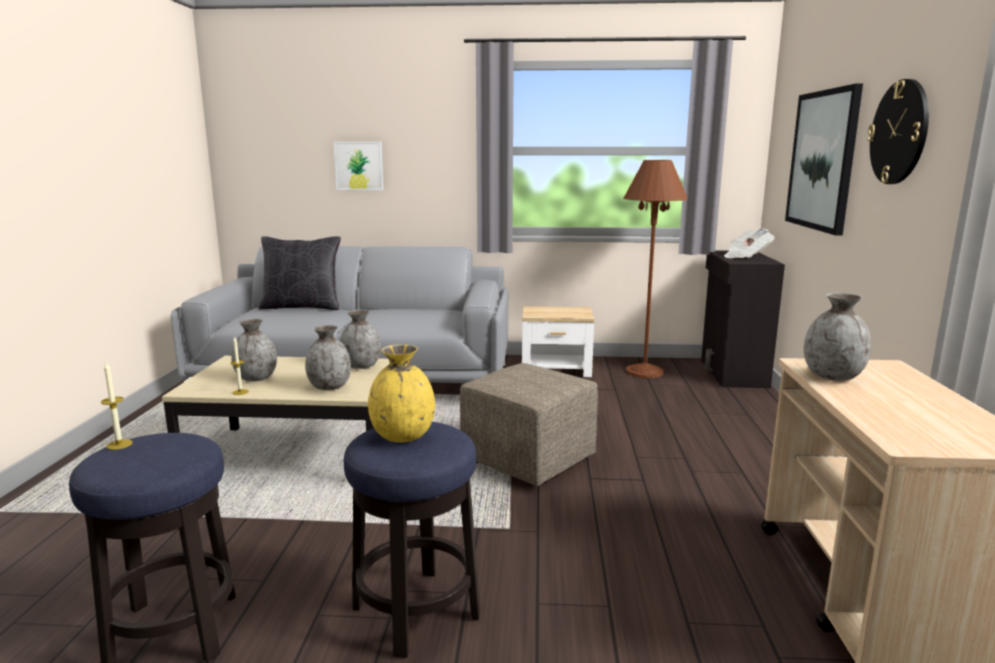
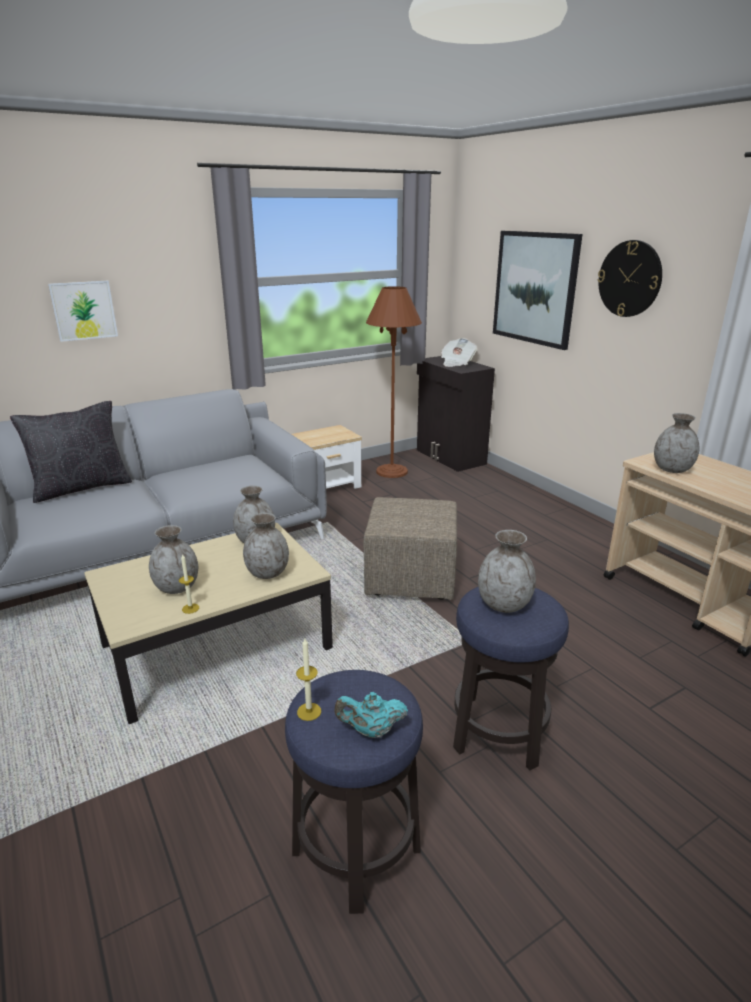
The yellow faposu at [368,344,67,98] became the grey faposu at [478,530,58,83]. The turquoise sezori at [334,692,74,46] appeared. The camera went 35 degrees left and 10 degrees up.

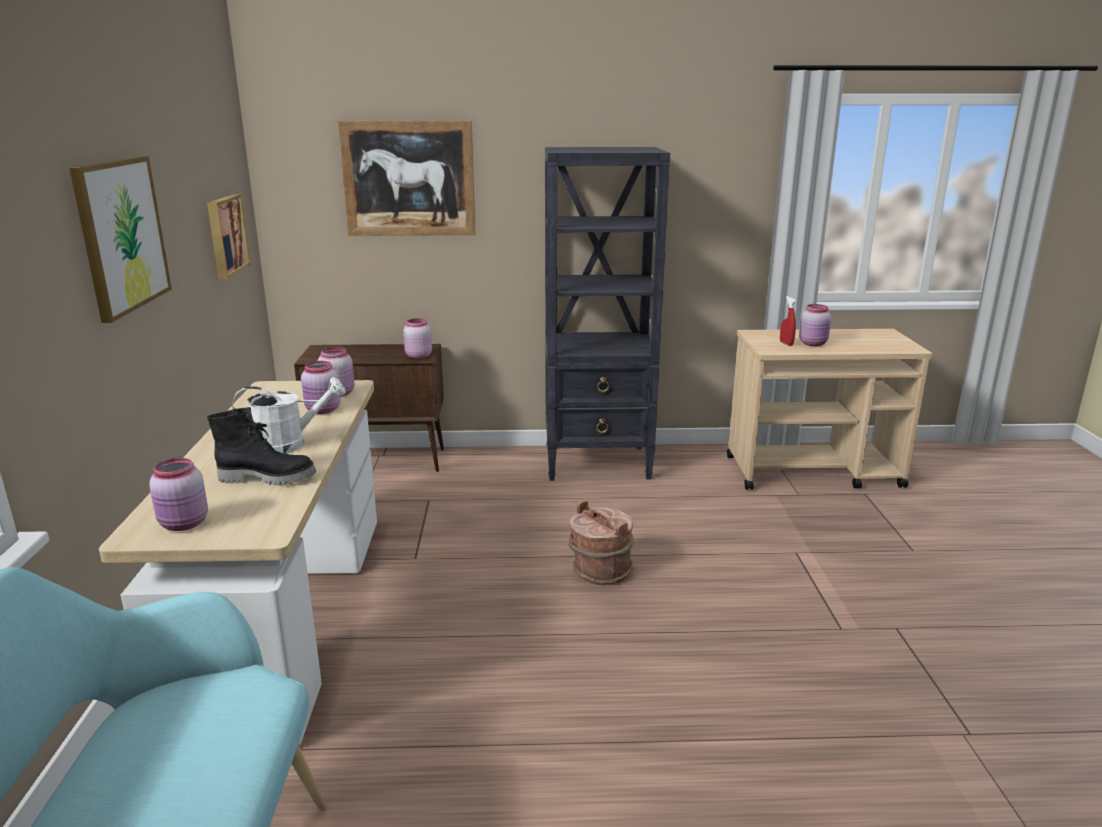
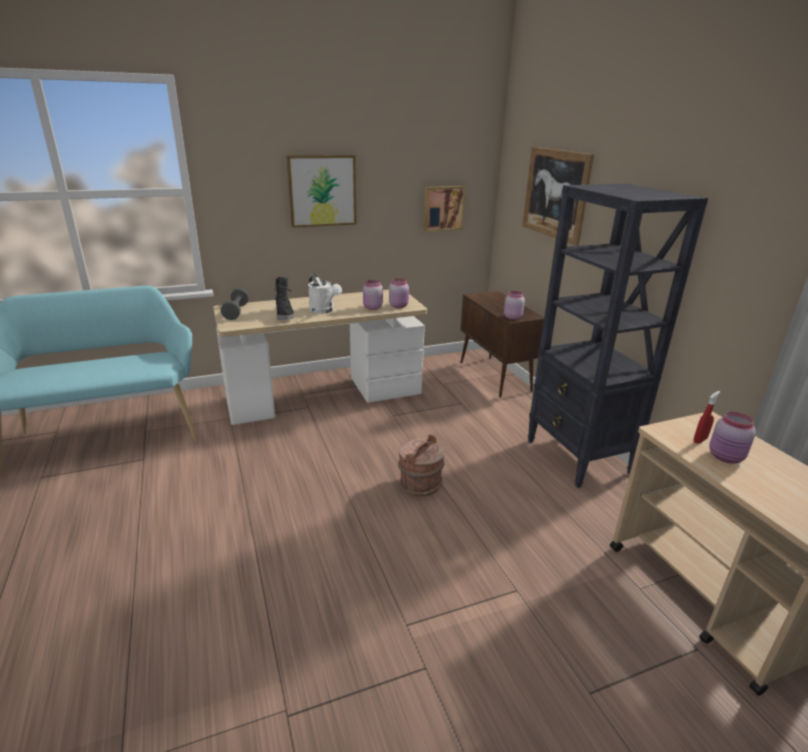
The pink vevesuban at [149,458,59,73] was replaced by the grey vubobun at [221,288,28,32]. The camera went 70 degrees right and 5 degrees up.

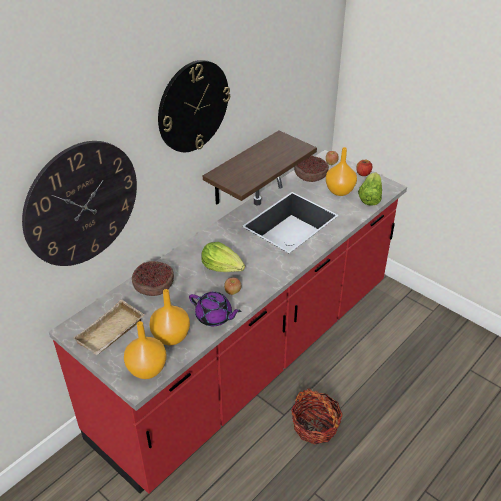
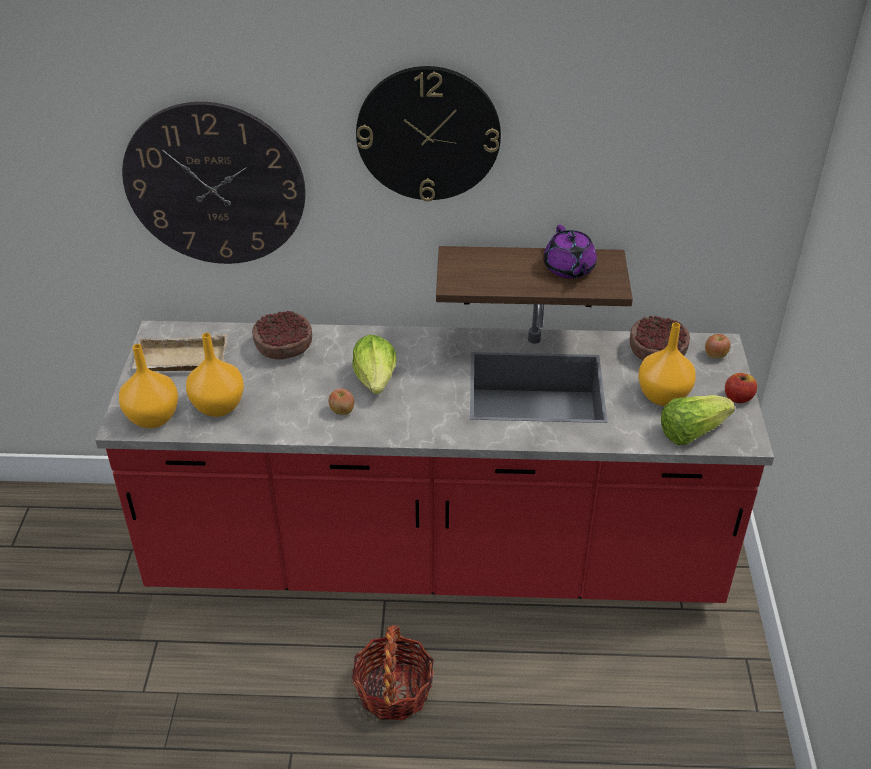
The purple sezori moved from [189,292,52,34] to [543,225,54,54]. The camera went 50 degrees right and 0 degrees up.

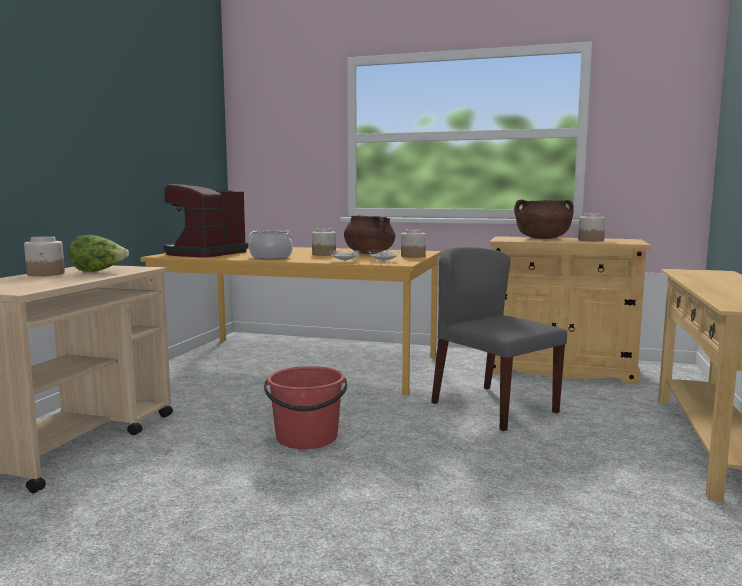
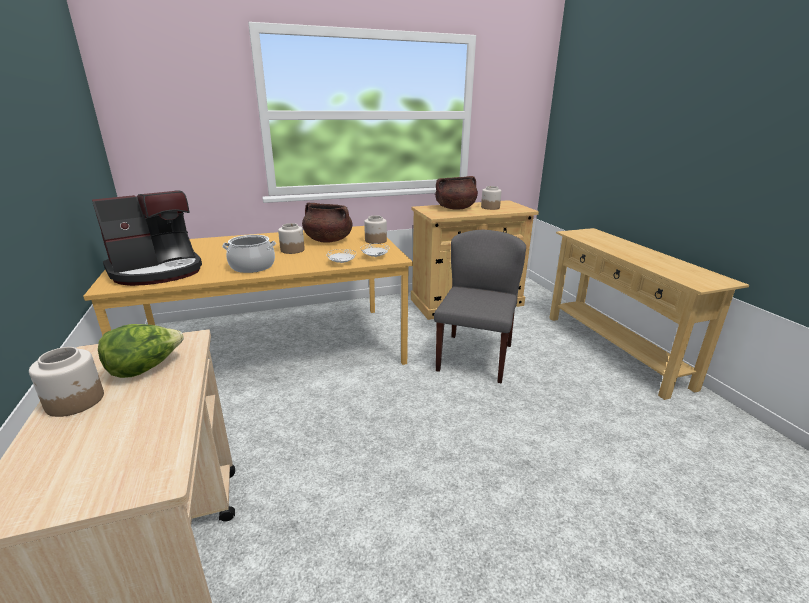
The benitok at [163,184,86,74] turned 120 degrees counterclockwise. The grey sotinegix at [431,247,136,184] turned 90 degrees clockwise. The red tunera at [264,366,83,83] disappeared. The camera went 35 degrees left and 15 degrees up.

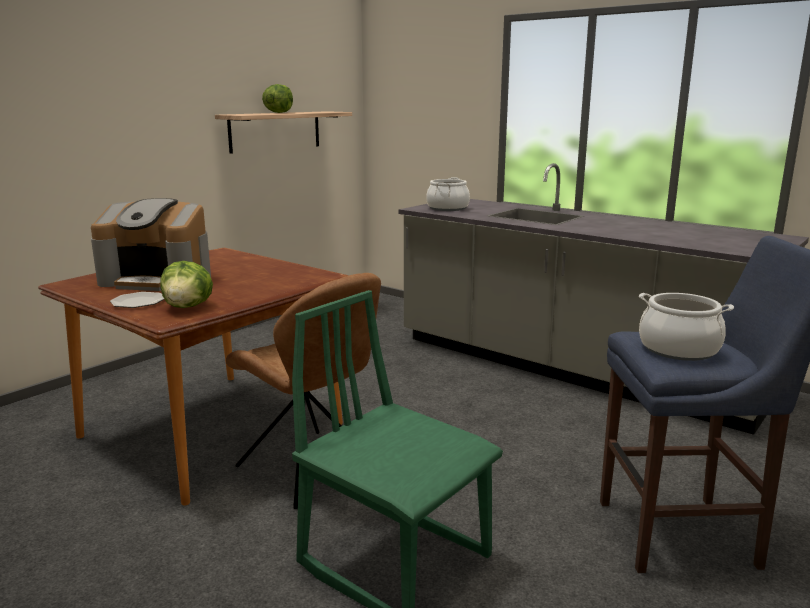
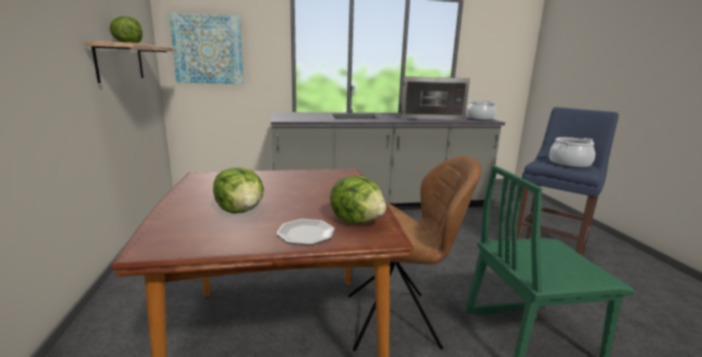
The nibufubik moved from [426,177,44,34] to [466,99,30,22]. The benitok at [91,198,120,93] was replaced by the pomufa at [213,168,51,46]. The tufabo at [169,12,75,72] appeared. The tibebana at [400,76,70,44] appeared. The camera went 50 degrees left and 0 degrees up.

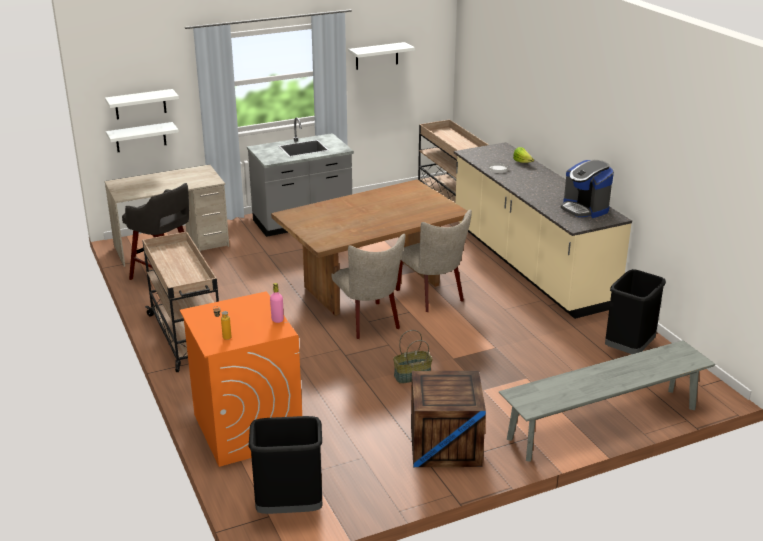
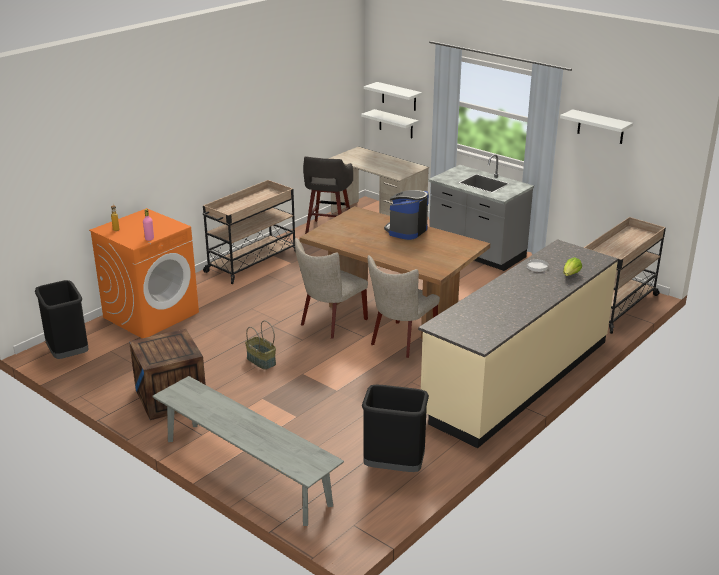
The benitok moved from [561,160,53,58] to [384,190,45,50]. The camera went 65 degrees right and 0 degrees up.

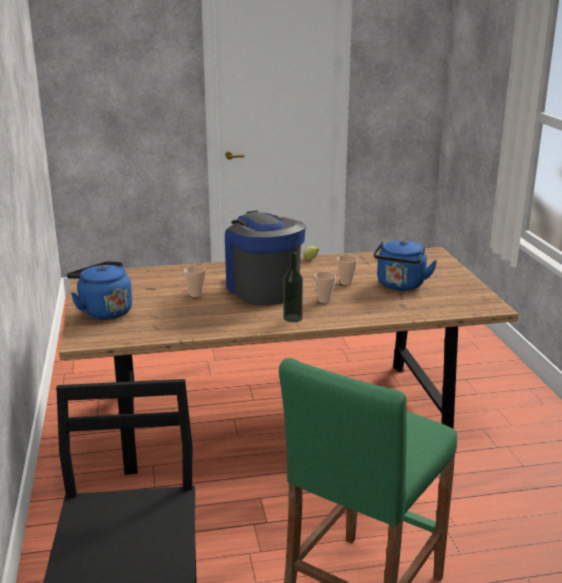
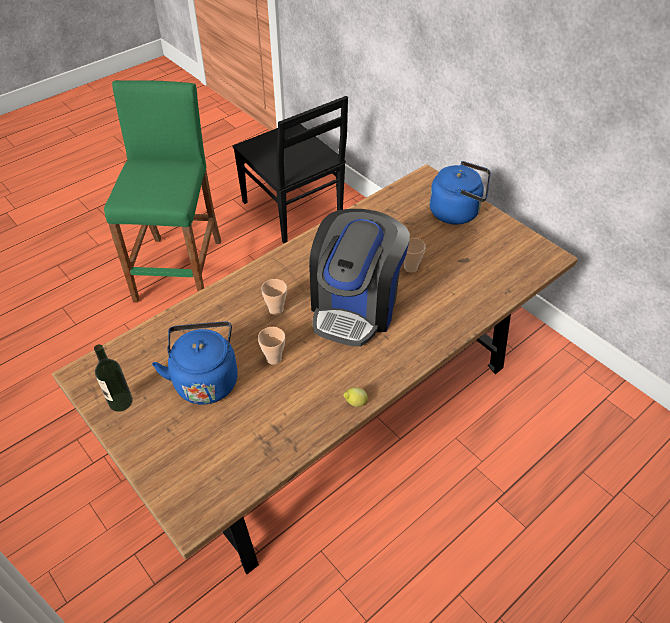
The benitok at [225,210,81,95] turned 75 degrees clockwise. The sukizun moved from [283,252,20,70] to [94,344,39,68]. The camera went 150 degrees right and 25 degrees up.

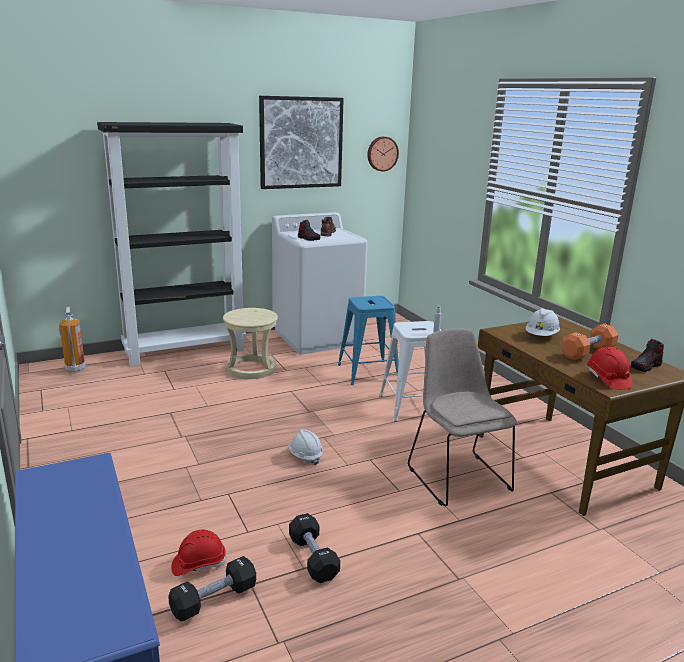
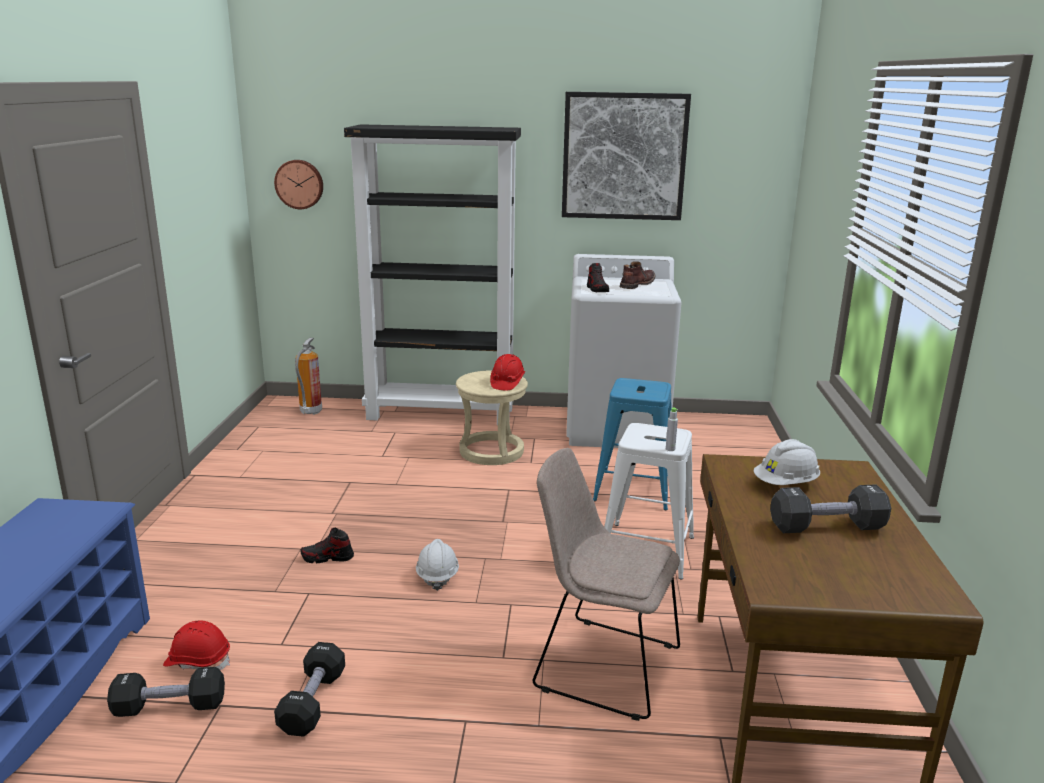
The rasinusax moved from [367,136,32,36] to [274,160,49,49]. The orange vubobun at [561,323,58,37] became the black vubobun at [770,485,121,48]. The beige sotinegix at [408,329,109,177] turned 75 degrees counterclockwise. The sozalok moved from [631,339,33,33] to [300,528,54,35]. The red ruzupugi moved from [587,347,46,43] to [490,354,35,37]. The camera went 30 degrees right and 0 degrees up.

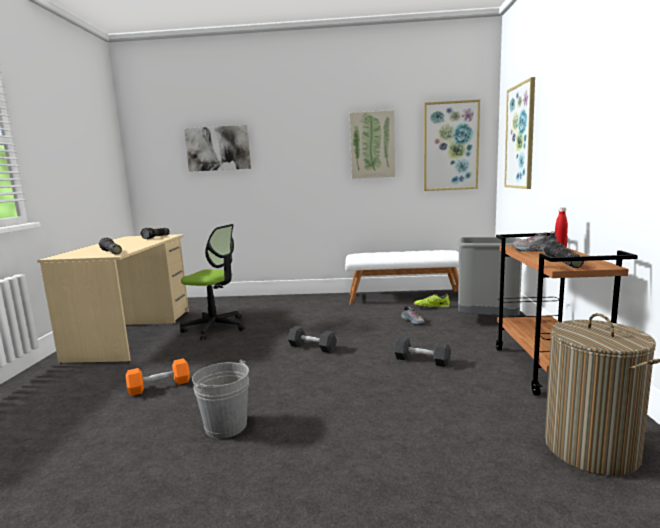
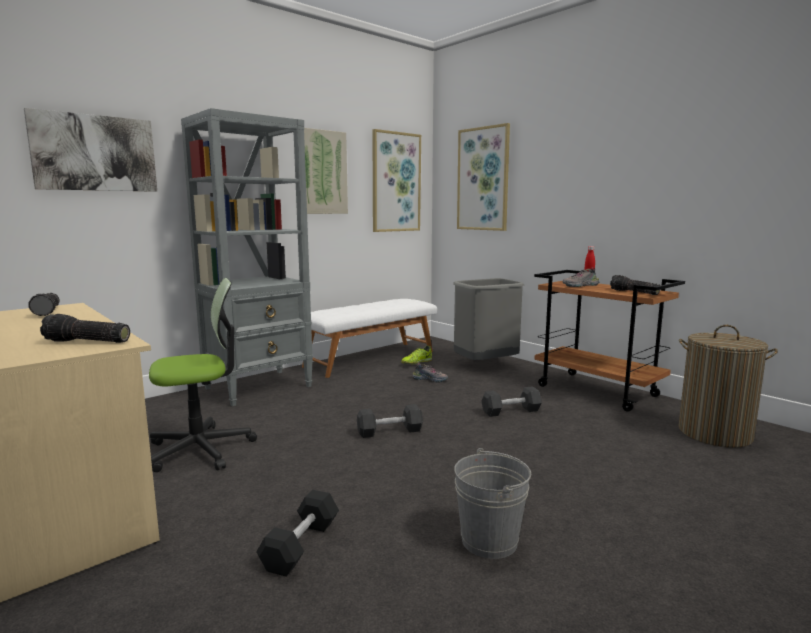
The orange vubobun at [126,358,64,38] became the black vubobun at [256,490,83,86]. The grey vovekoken at [181,108,132,298] appeared. The camera went 45 degrees left and 0 degrees up.

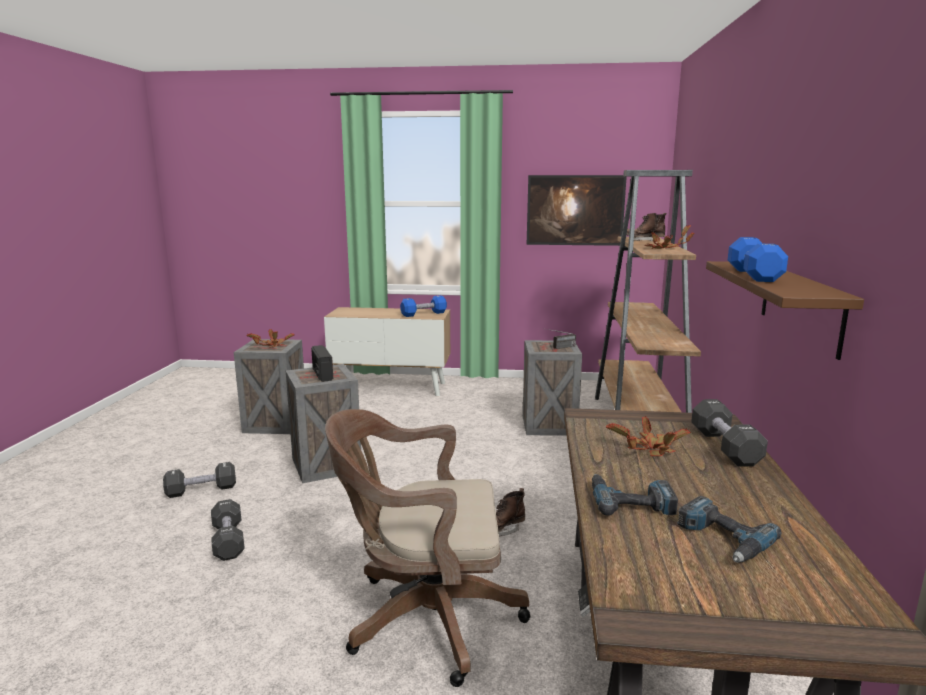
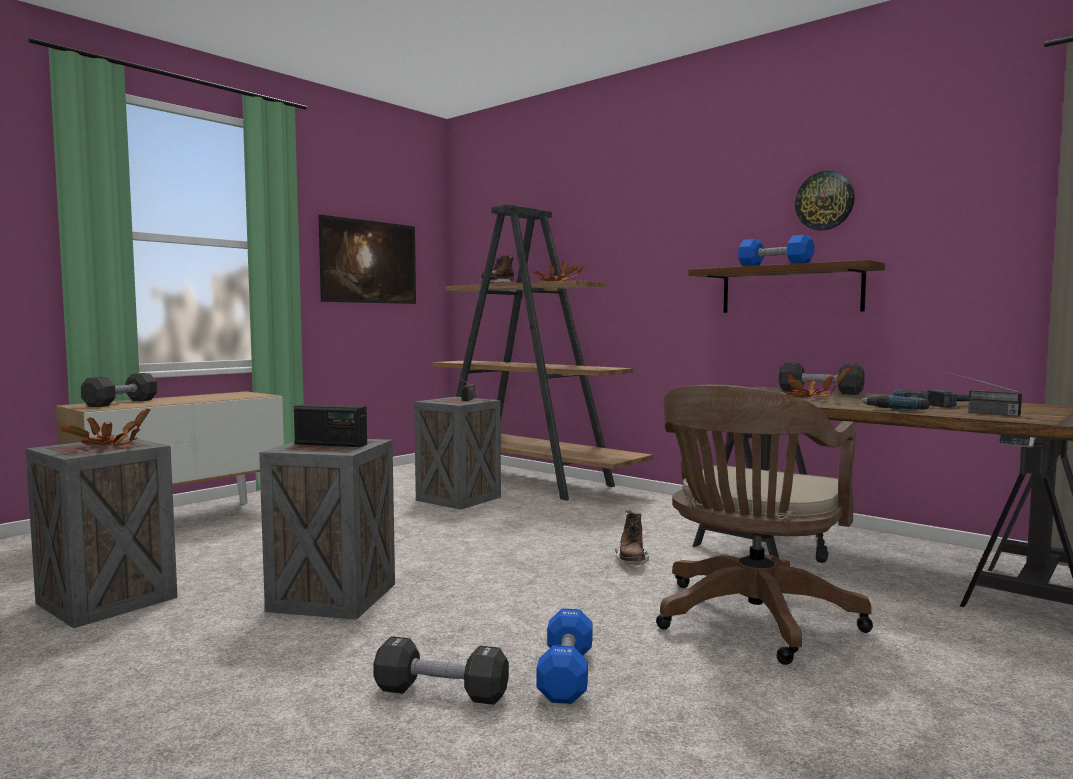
The blue vubobun moved from [400,295,47,22] to [537,608,56,96]. The black vubobun moved from [163,462,73,36] to [81,373,76,34]. The rasinusax at [795,171,60,59] appeared. The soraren at [947,372,75,44] appeared. The camera went 55 degrees left and 10 degrees down.

